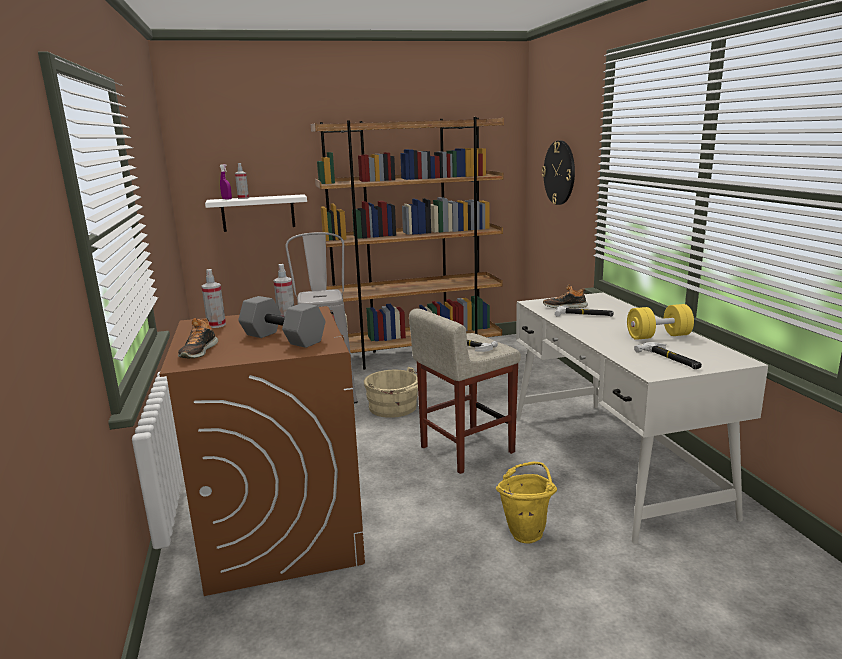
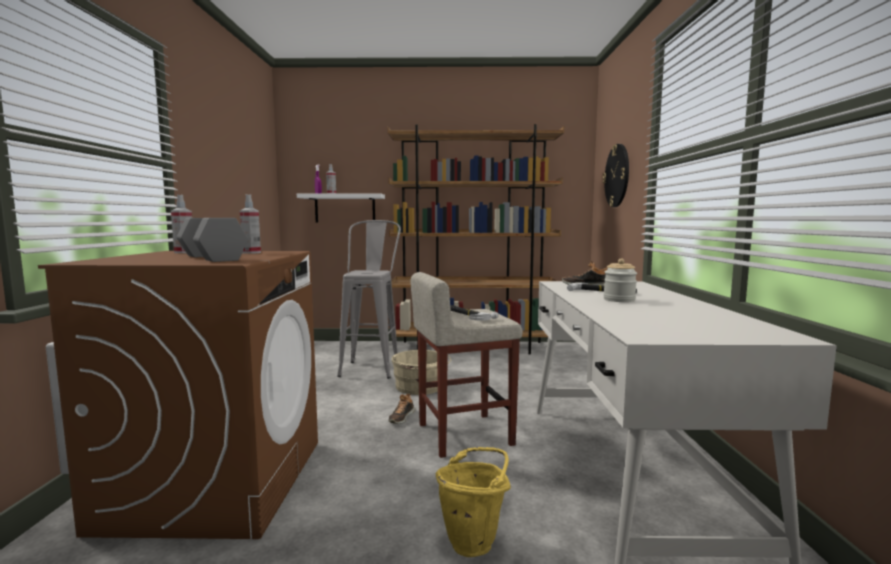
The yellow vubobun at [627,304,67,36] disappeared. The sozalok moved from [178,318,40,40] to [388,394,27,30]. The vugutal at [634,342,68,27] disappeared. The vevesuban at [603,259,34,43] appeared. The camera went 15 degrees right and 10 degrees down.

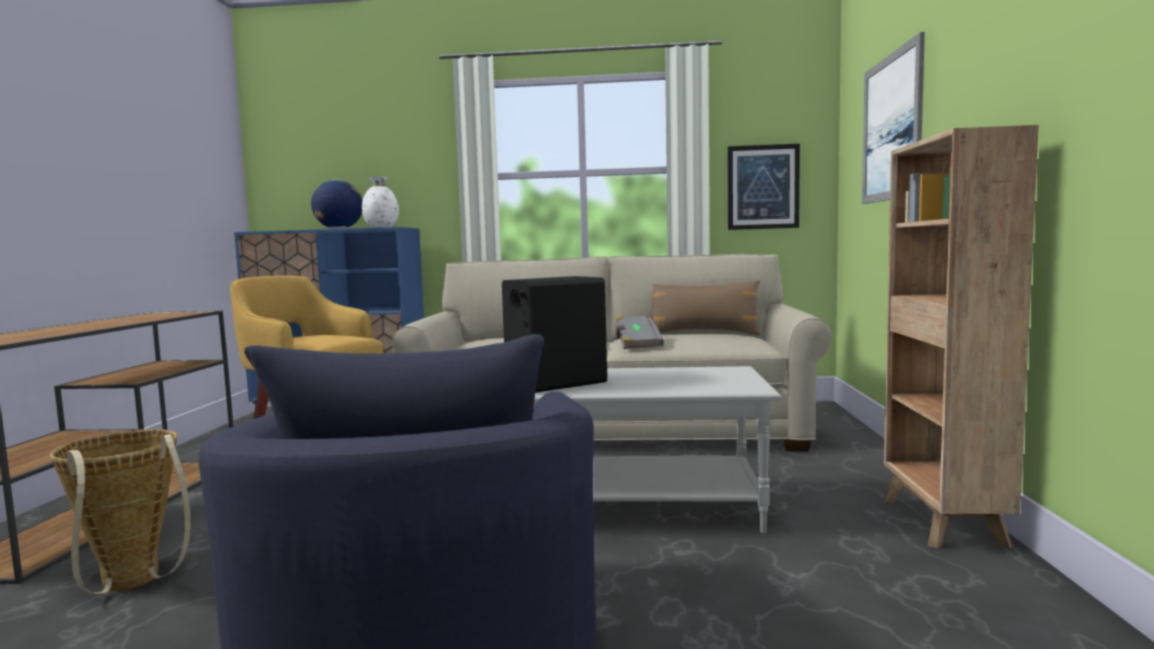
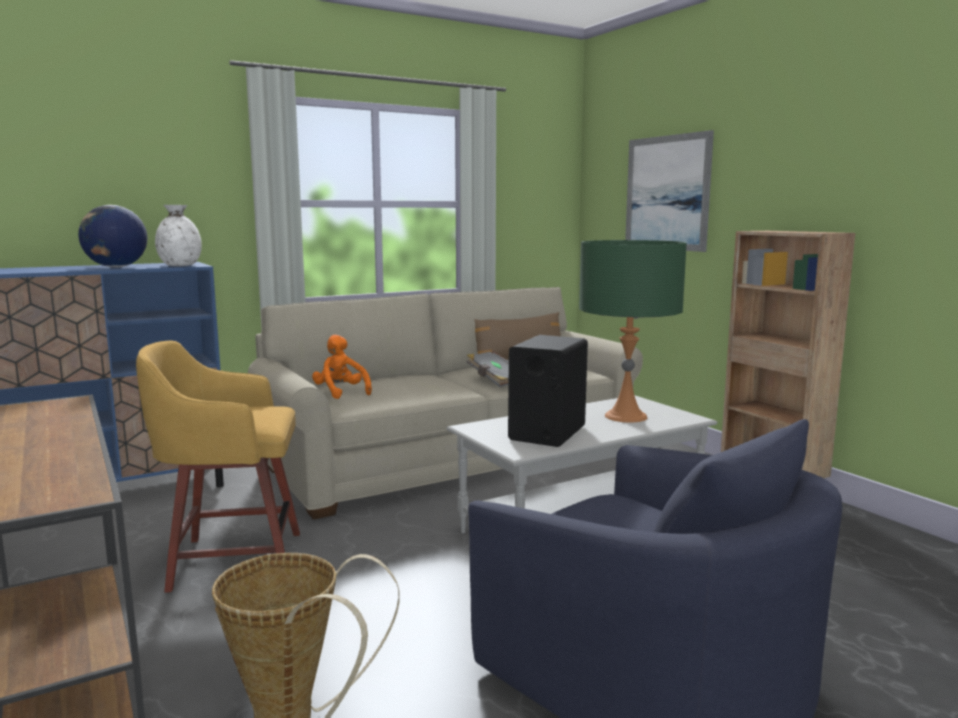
The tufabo at [728,144,72,86] disappeared. The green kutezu at [579,240,108,183] appeared. The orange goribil at [312,334,60,65] appeared. The camera went 35 degrees left and 5 degrees up.

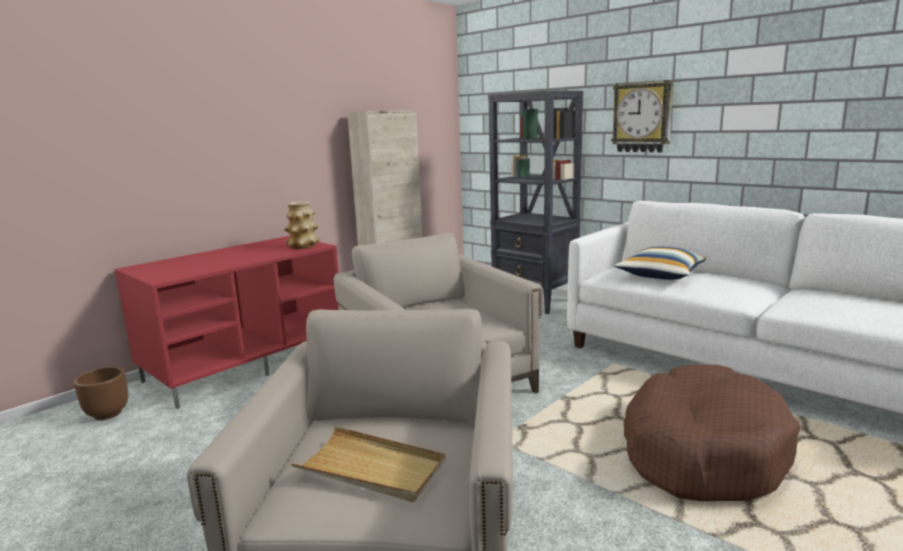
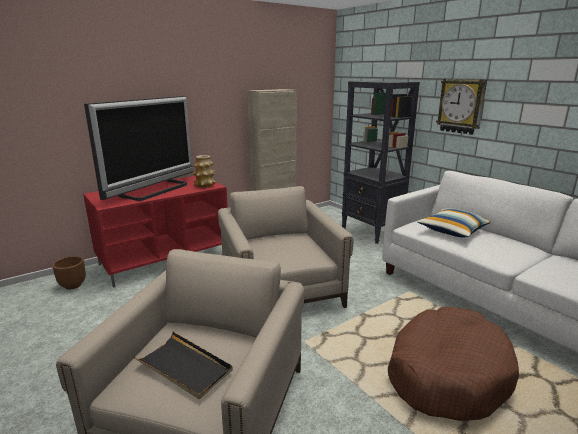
The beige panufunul at [291,426,155,76] became the black panufunul at [134,332,99,67]. The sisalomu at [84,96,110,105] appeared. The camera went 10 degrees right and 5 degrees up.

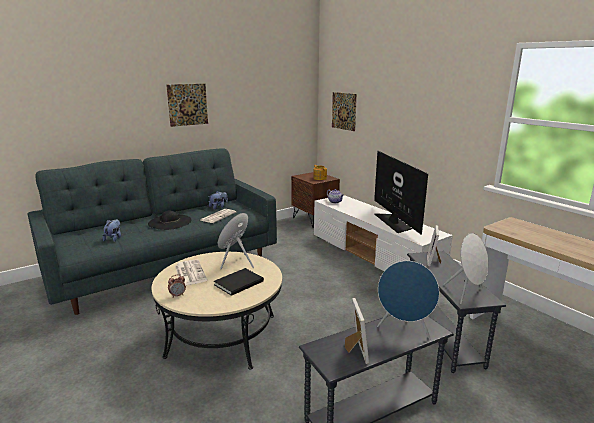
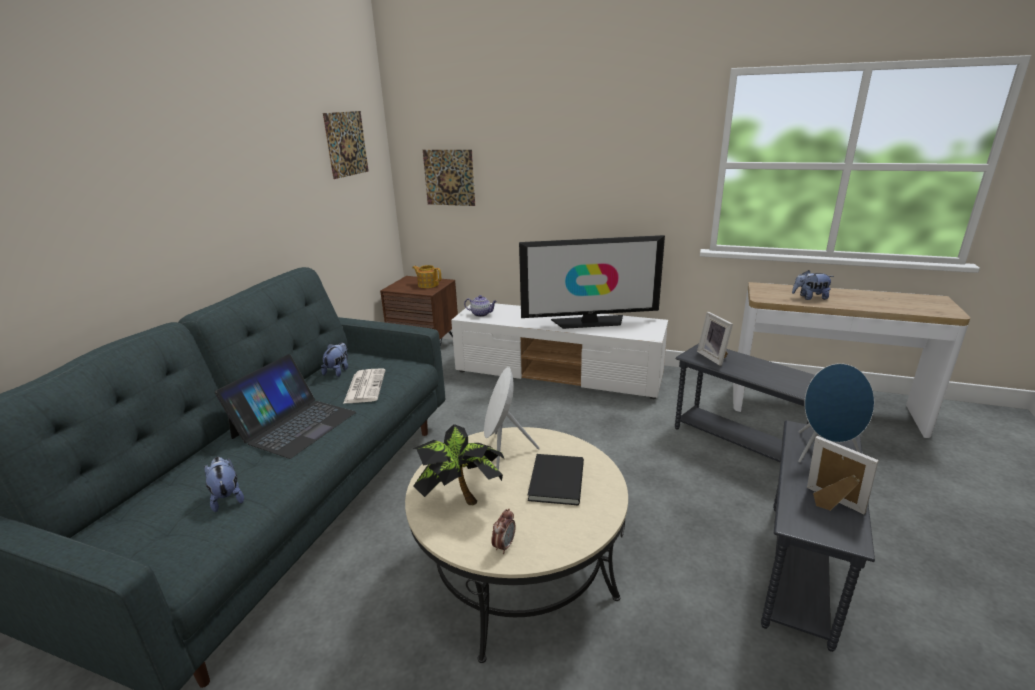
The tufabo moved from [166,84,42,43] to [323,111,46,68]. The sisalomu at [374,151,54,83] turned 135 degrees clockwise. The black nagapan at [148,210,43,20] was replaced by the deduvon at [215,354,141,105]. The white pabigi at [444,233,45,71] disappeared. The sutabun at [175,259,32,27] was replaced by the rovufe at [413,424,91,81]. The goribil at [792,270,42,30] appeared. The camera went 35 degrees left and 5 degrees up.

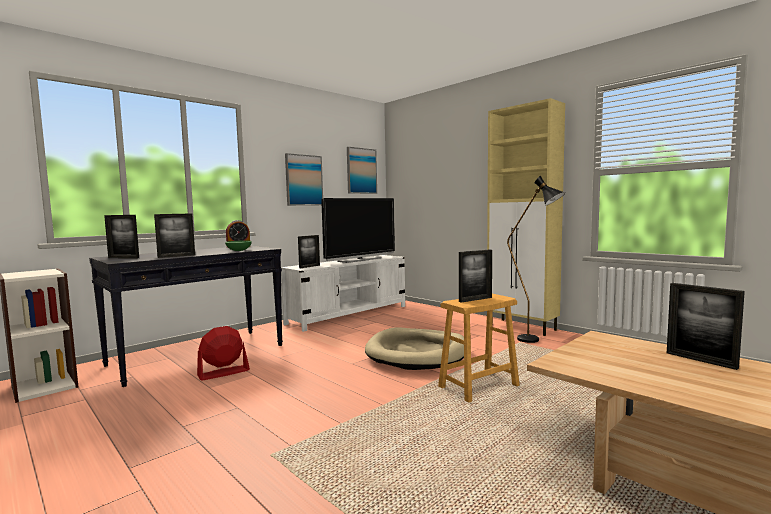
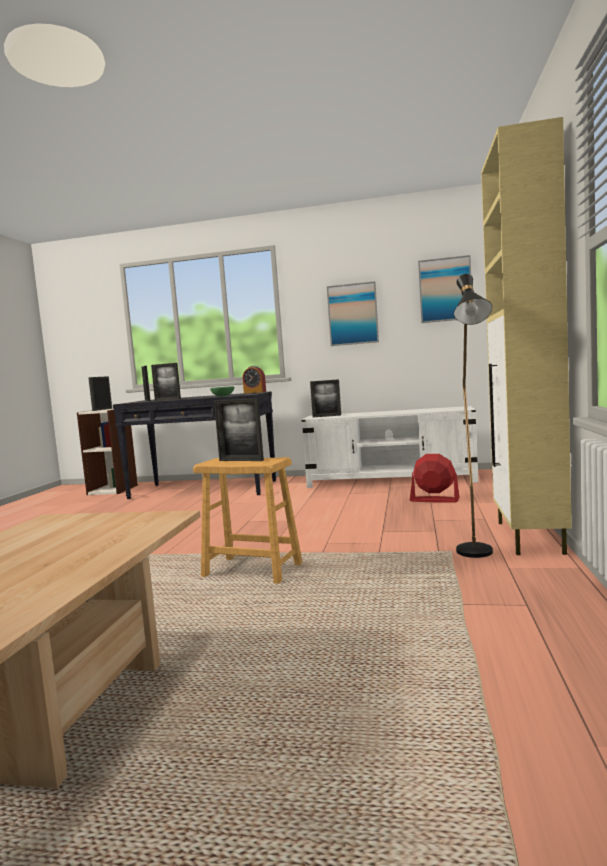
The sisalomu at [321,198,74,65] disappeared. The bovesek moved from [667,283,78,87] to [88,376,24,35]. The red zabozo moved from [197,326,53,55] to [410,454,50,49]. The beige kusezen at [365,327,99,43] disappeared. The camera went 55 degrees right and 0 degrees up.

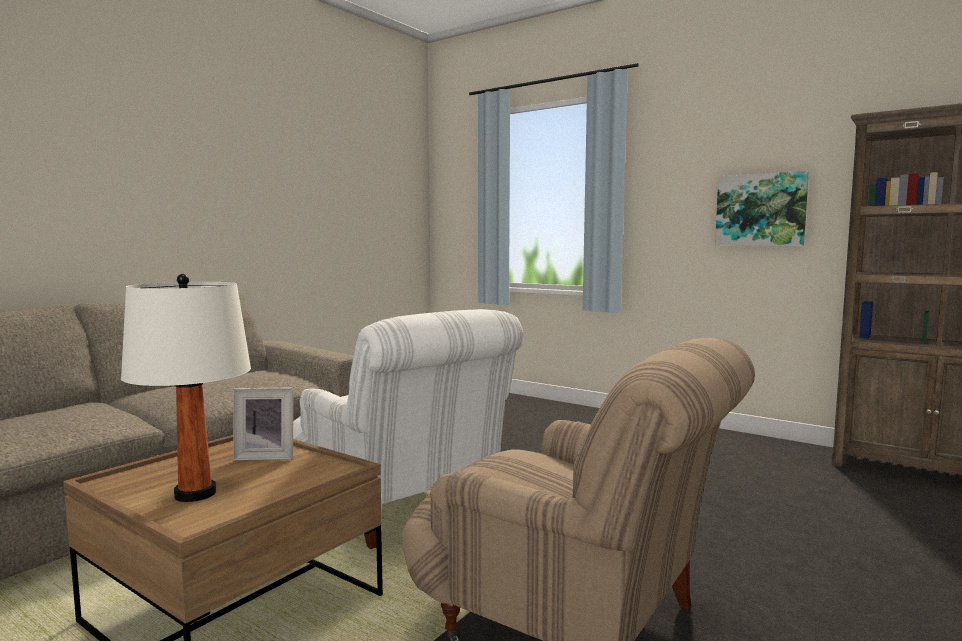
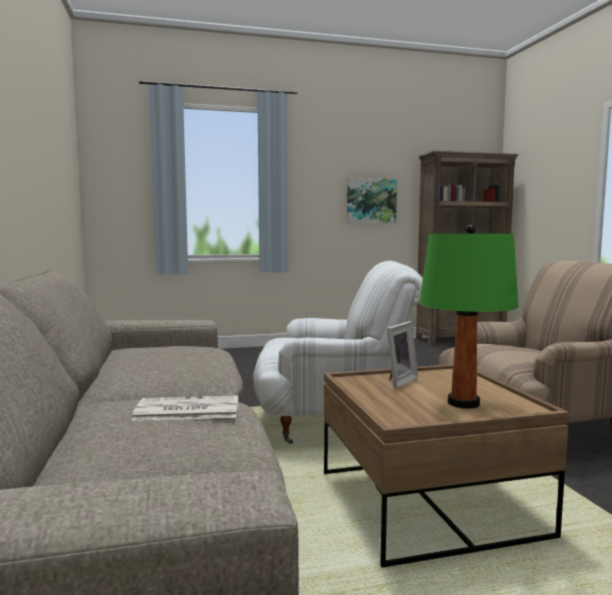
The white kutezu at [121,274,130,228] became the green kutezu at [419,224,100,185]. The sutabun at [132,395,106,26] appeared. The camera went 50 degrees left and 0 degrees up.

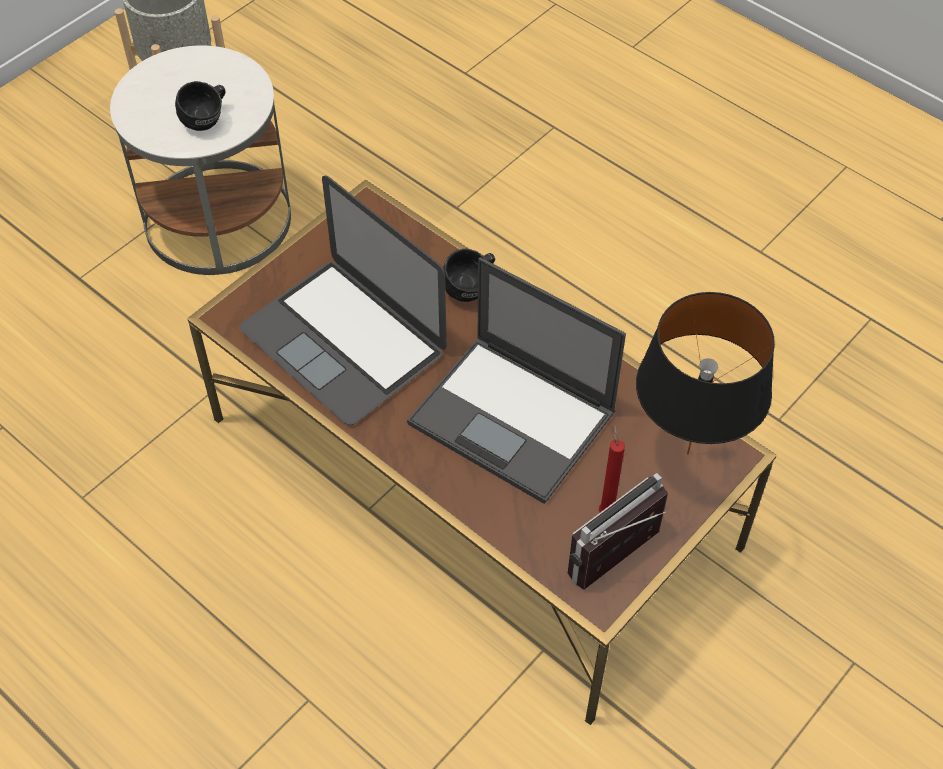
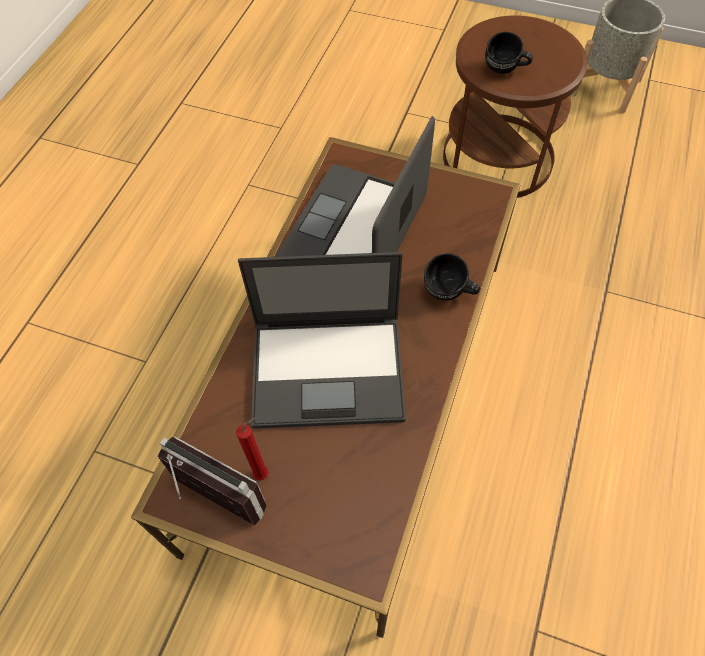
The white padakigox at [110,45,181,230] became the brown padakigox at [443,15,144,183]. The deduvon at [407,258,219,246] turned 105 degrees counterclockwise. The black kutezu at [636,292,139,163] disappeared. The camera went 70 degrees right and 5 degrees up.

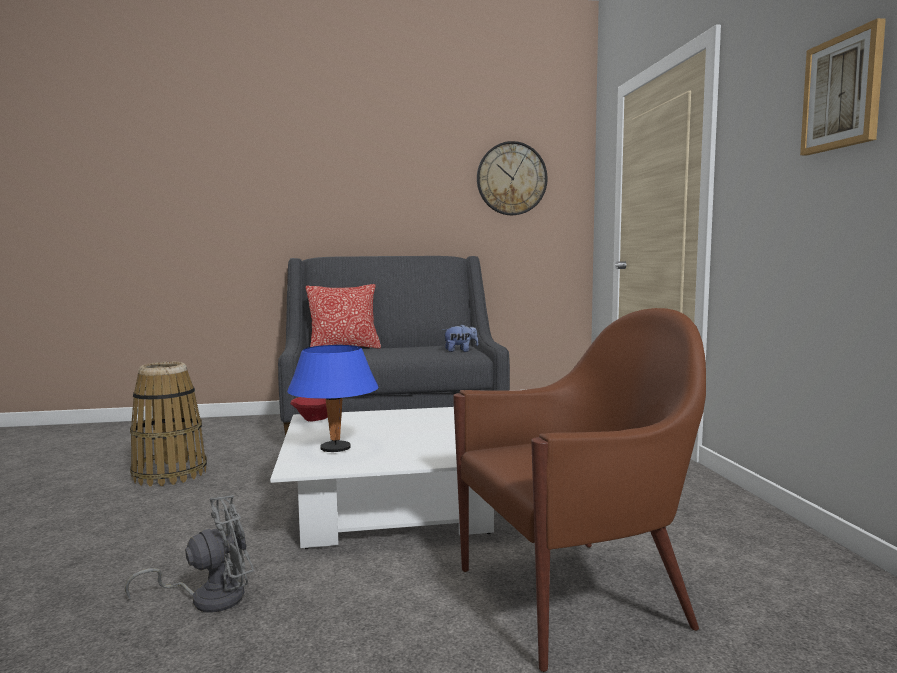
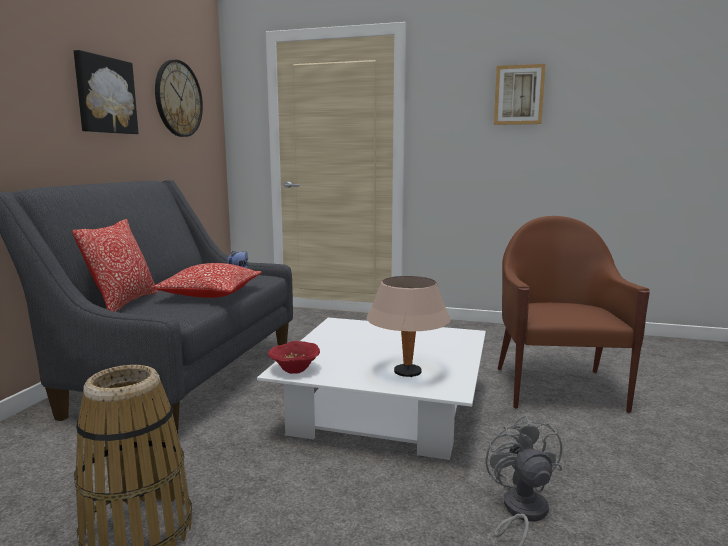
The blue kutezu at [287,345,92,107] became the beige kutezu at [367,276,84,101]. The tufabo at [74,50,65,84] appeared. The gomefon at [151,263,111,35] appeared. The camera went 65 degrees left and 5 degrees up.

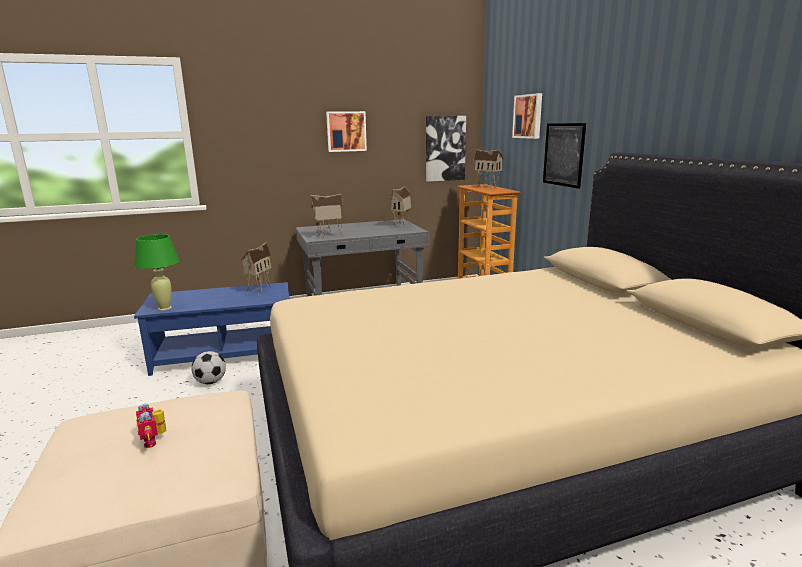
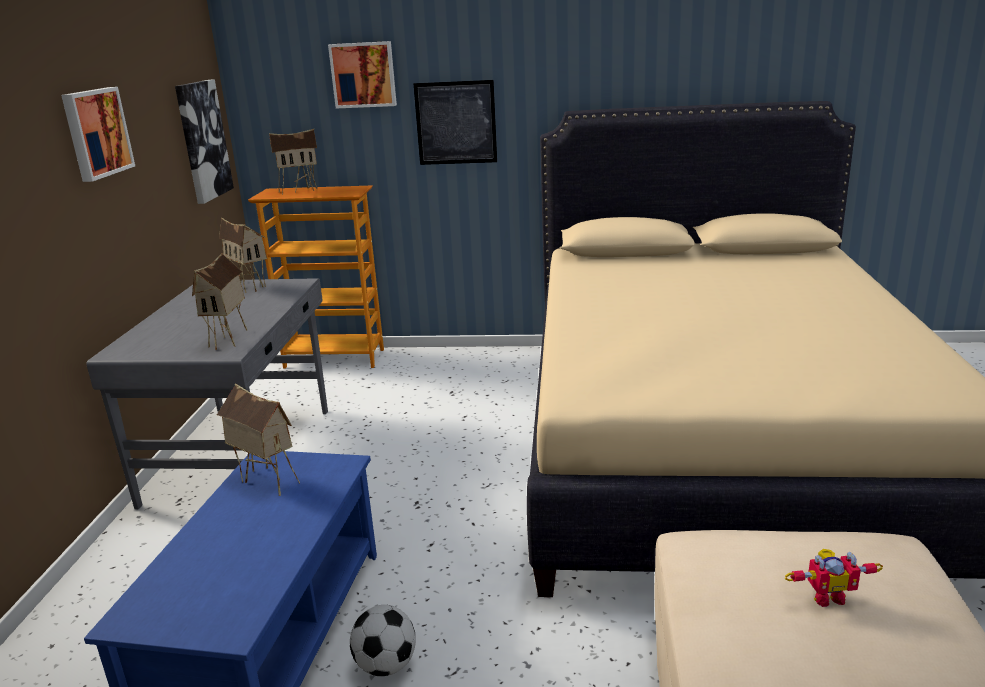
The green kutezu at [134,234,45,77] disappeared. The camera went 65 degrees left and 5 degrees up.

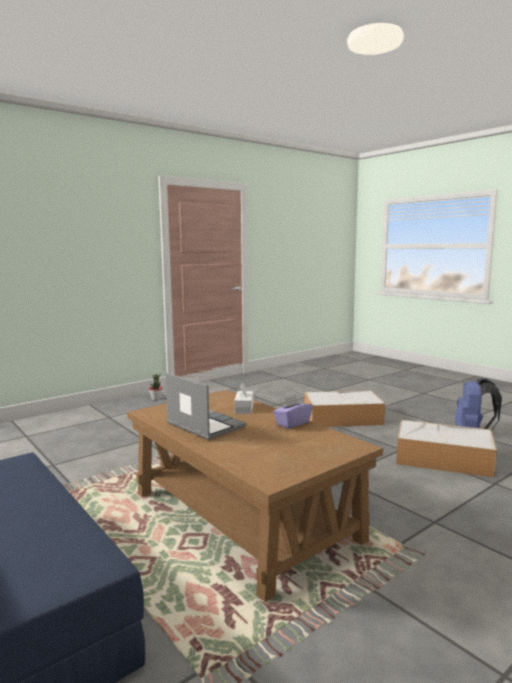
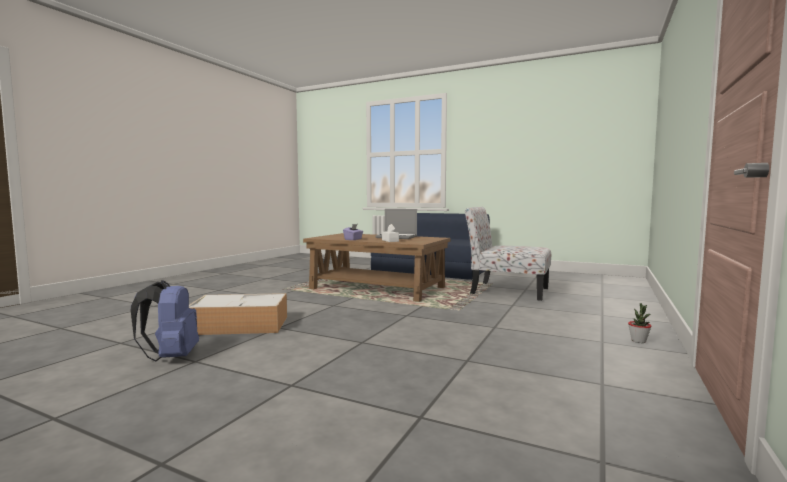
The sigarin at [305,390,80,37] disappeared. The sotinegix at [465,207,86,94] appeared. The camera went 155 degrees right and 5 degrees down.

